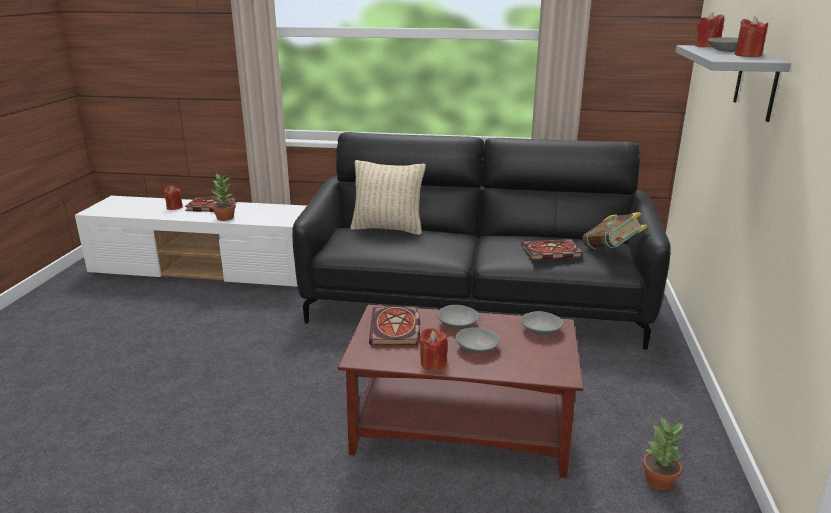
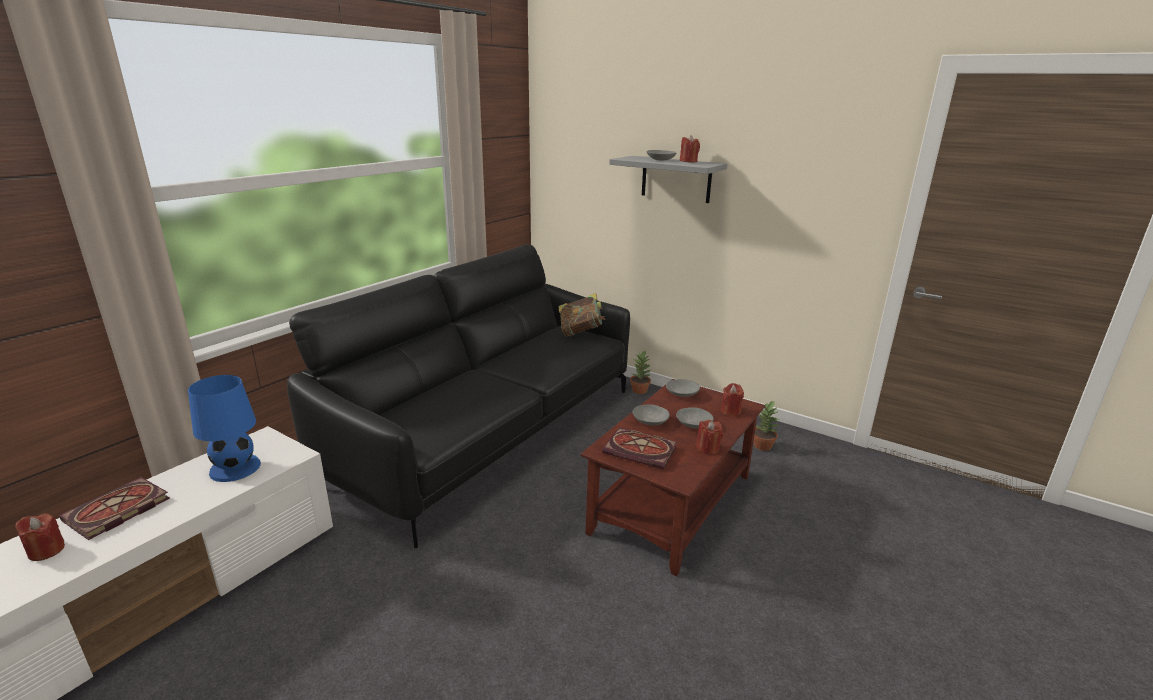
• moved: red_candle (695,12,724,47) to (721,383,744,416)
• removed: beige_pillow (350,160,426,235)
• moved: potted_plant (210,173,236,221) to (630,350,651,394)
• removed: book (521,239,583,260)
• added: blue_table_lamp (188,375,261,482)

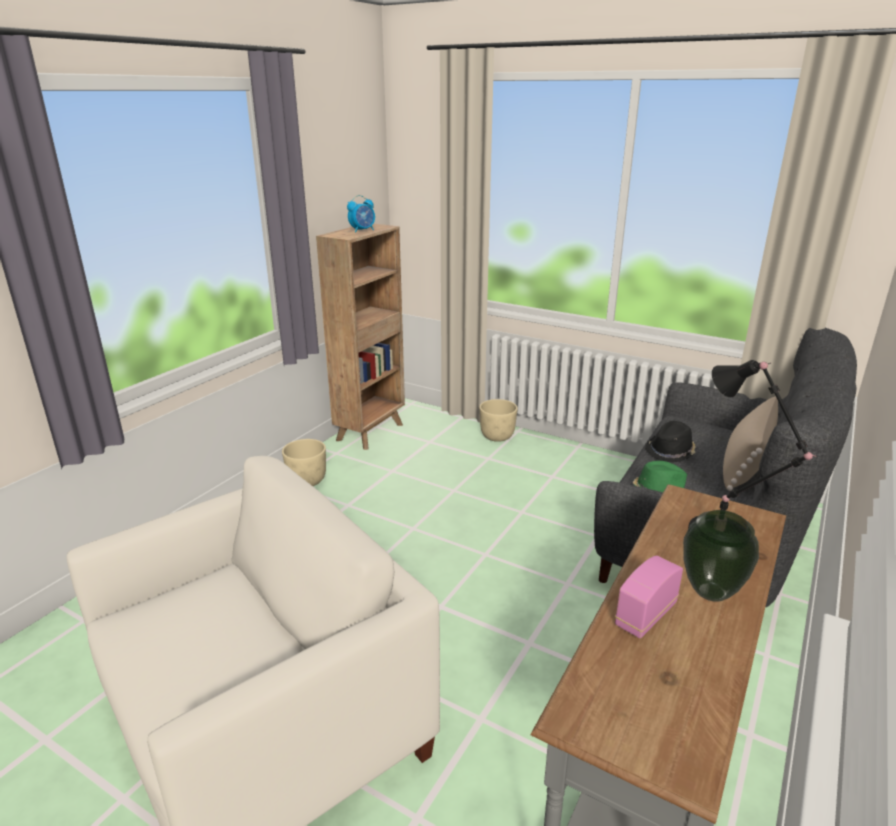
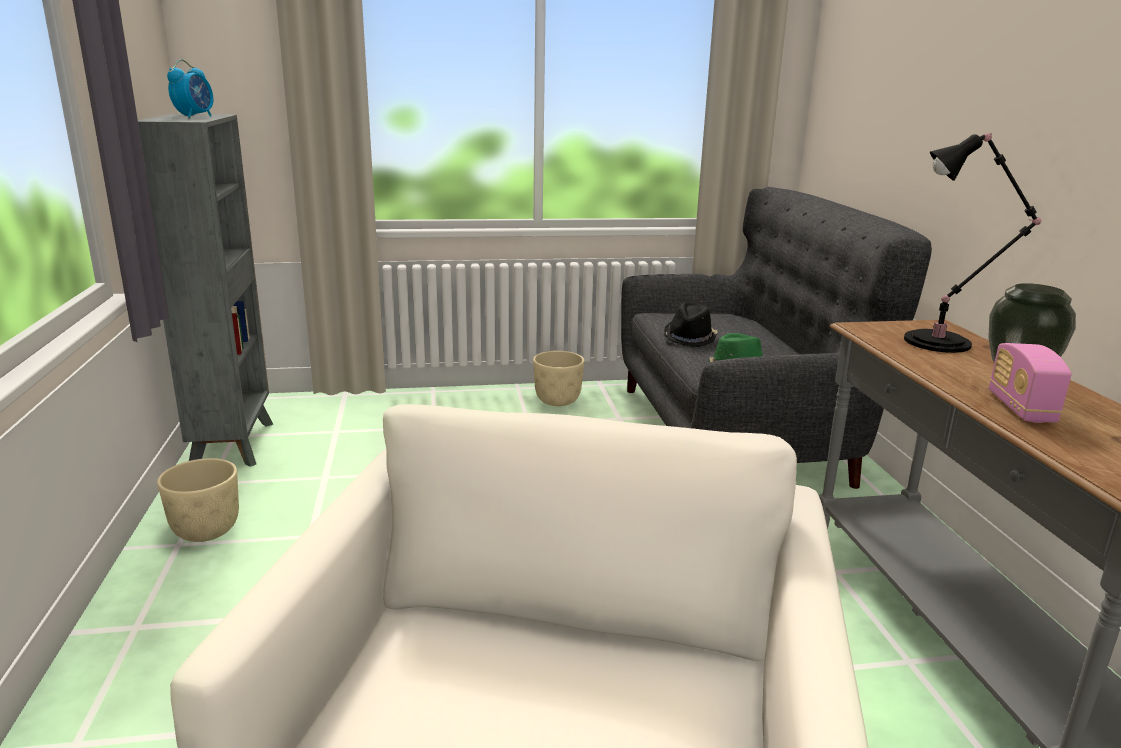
• recoloured: brown_bookcase (316,224,405,450) to grey_bookcase (138,114,273,467)
• removed: beige_pillow (723,396,778,491)
• moved: beige_planter (479,399,518,442) to (533,351,584,406)

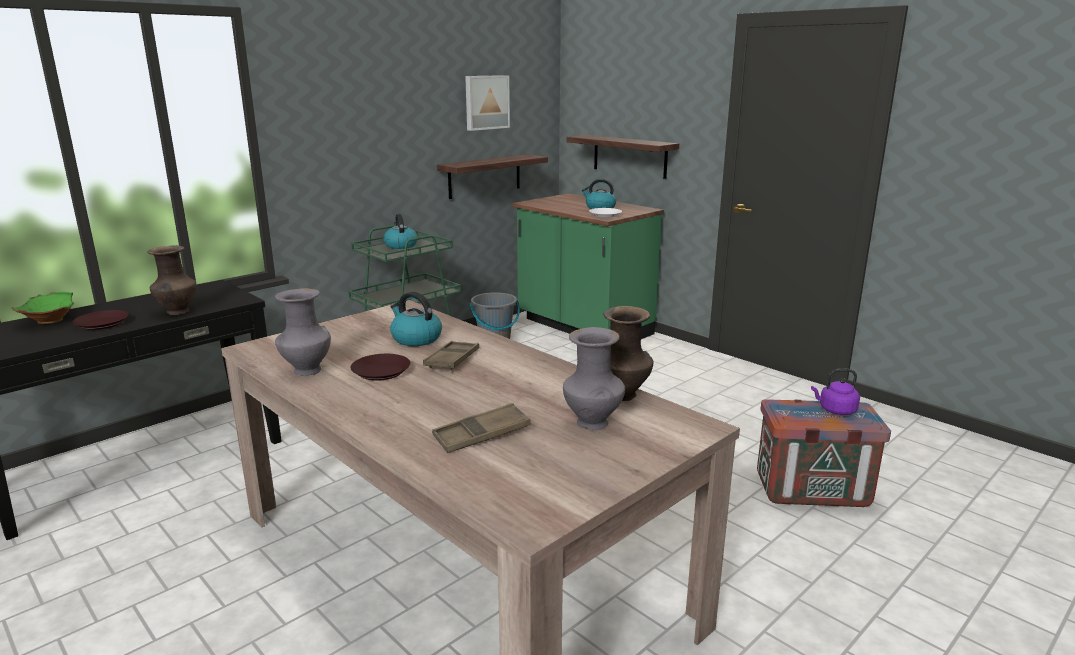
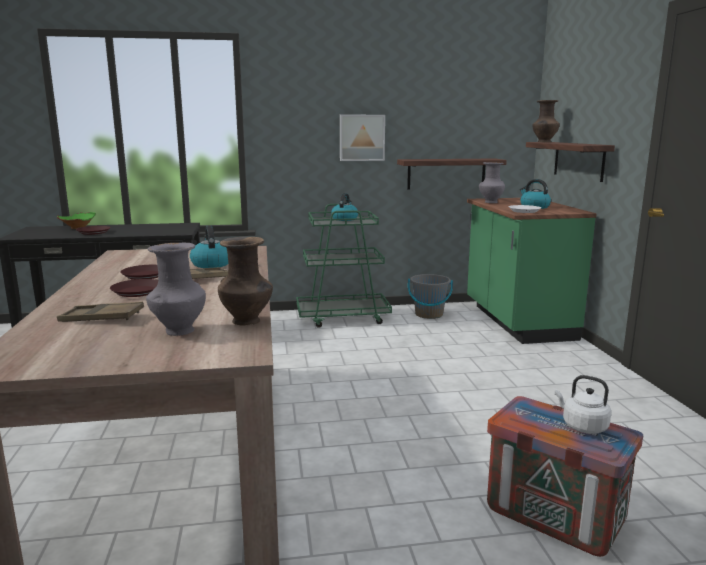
• moved: picture (465,75,510,131) to (340,115,385,161)
• moved: brown_vase (147,245,197,315) to (532,100,560,142)
• moved: grey_vase (275,288,331,376) to (479,162,505,203)
• recoloured: purple_kettle (811,369,860,415) to white_kettle (555,375,611,434)
• added: brown_plate (110,279,158,297)

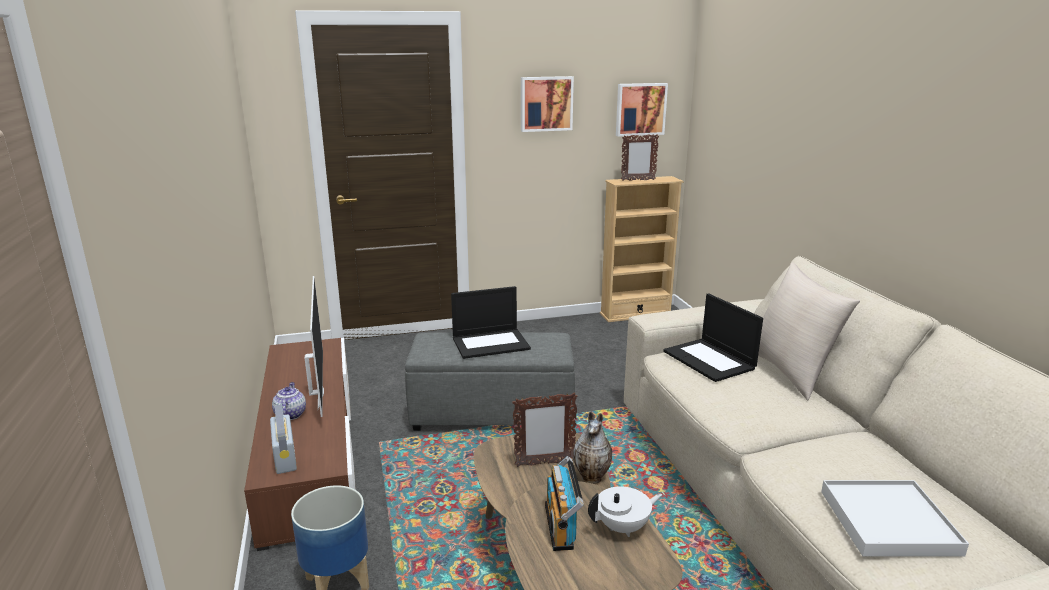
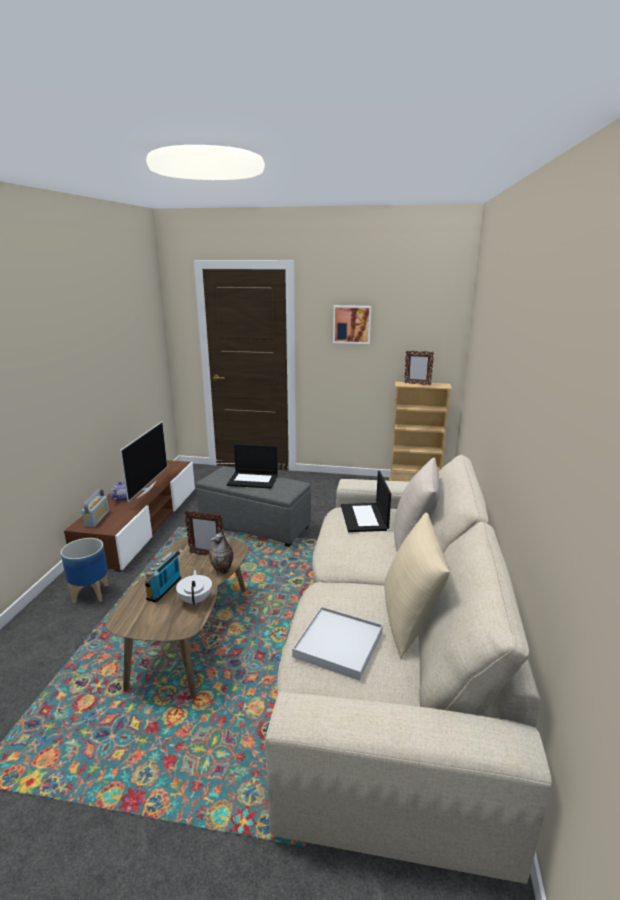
• removed: picture (616,83,668,137)
• turned: white_teapot (588,486,662,537) = (176,570,212,606) 105 degrees counterclockwise
• added: beige_pillow (384,513,450,658)

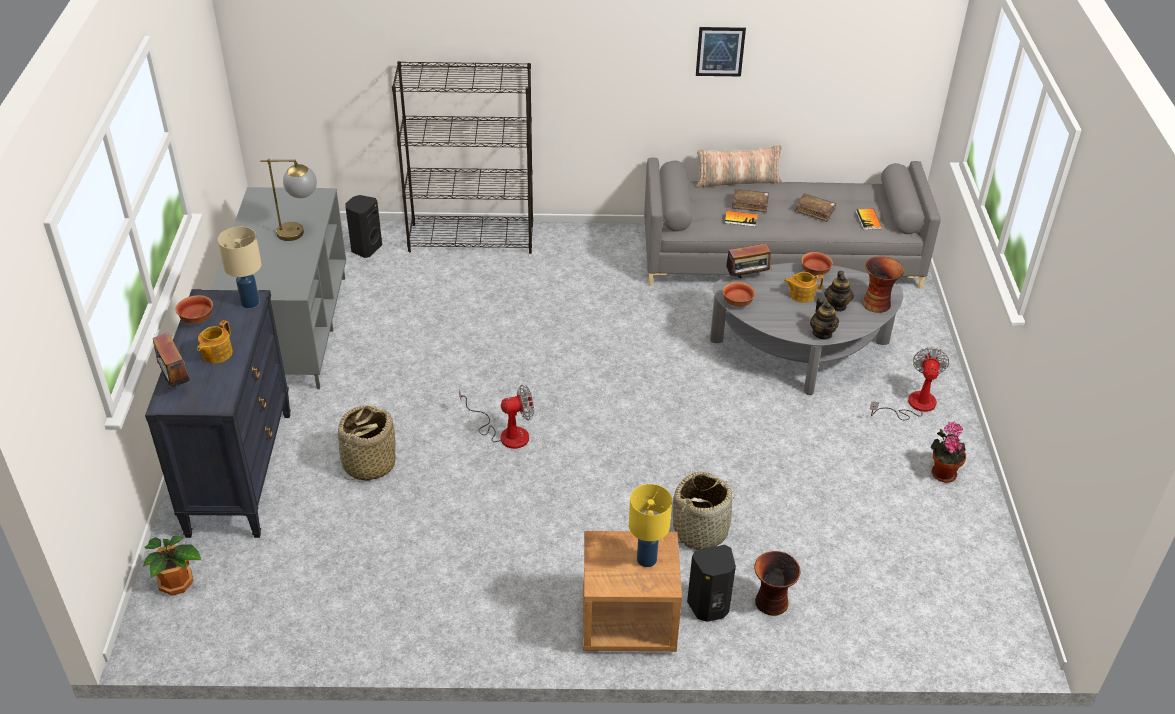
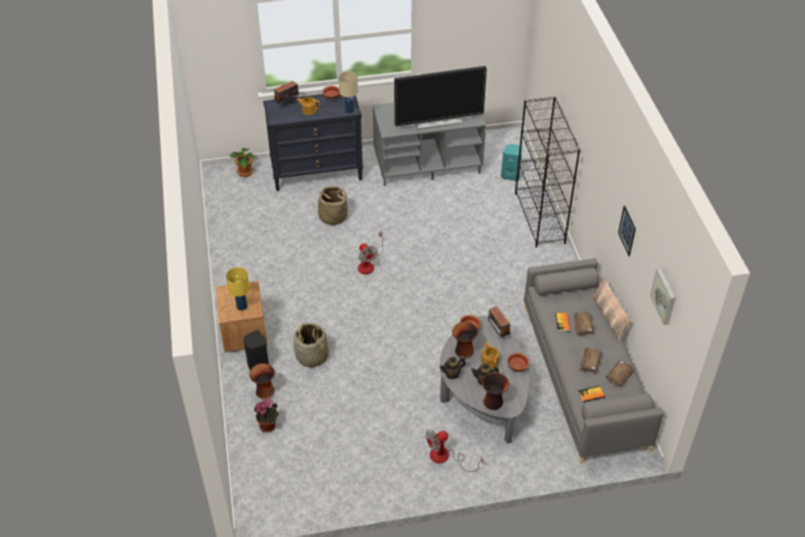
• replaced: table_lamp (260,159,317,241) to television (394,66,487,130)
• recoloured: black_speaker (346,195,382,258) to turquoise_speaker (501,144,522,181)
• turned: fan (870,347,949,420) = (426,430,484,472) 150 degrees clockwise
• moved: potted_plant (931,422,966,483) to (254,398,279,432)
• added: picture (650,268,676,325)
• added: vase (452,322,478,358)
• added: brown_book (606,360,634,388)

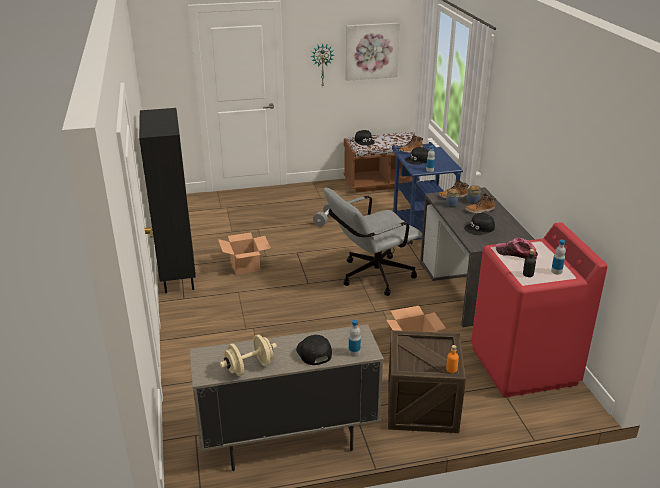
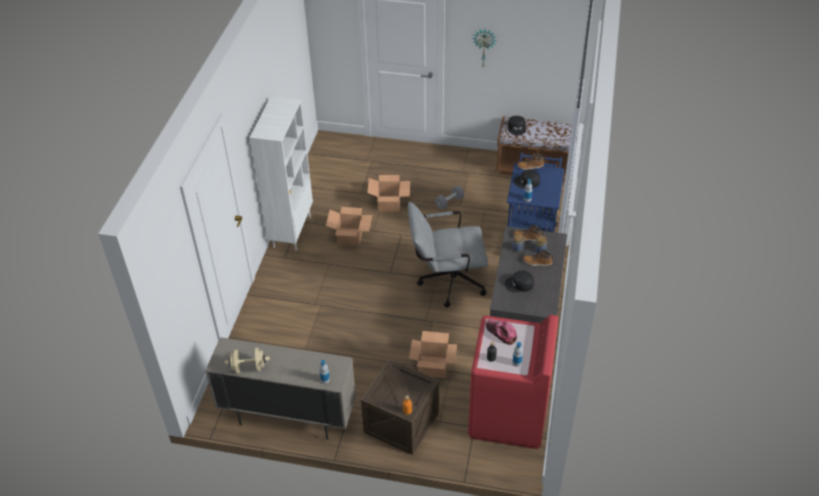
• removed: picture (346,23,400,81)
• recoloured: black_bookcase (139,108,196,293) to white_bookcase (250,97,313,251)
• removed: black_cap (296,335,332,365)
• added: cardboard_box (367,175,410,212)

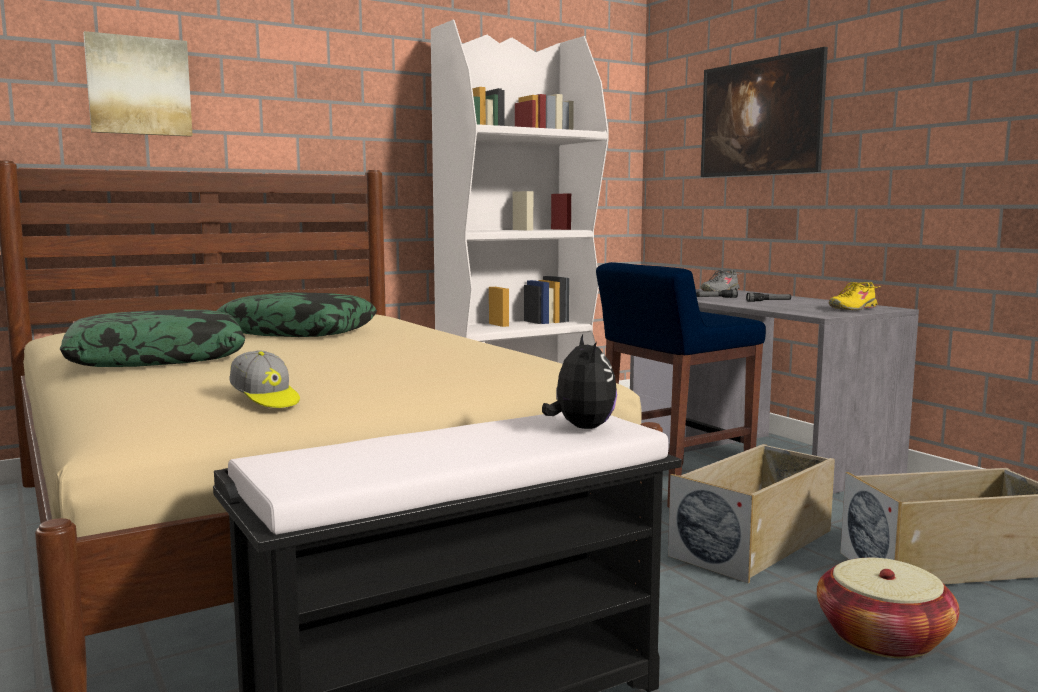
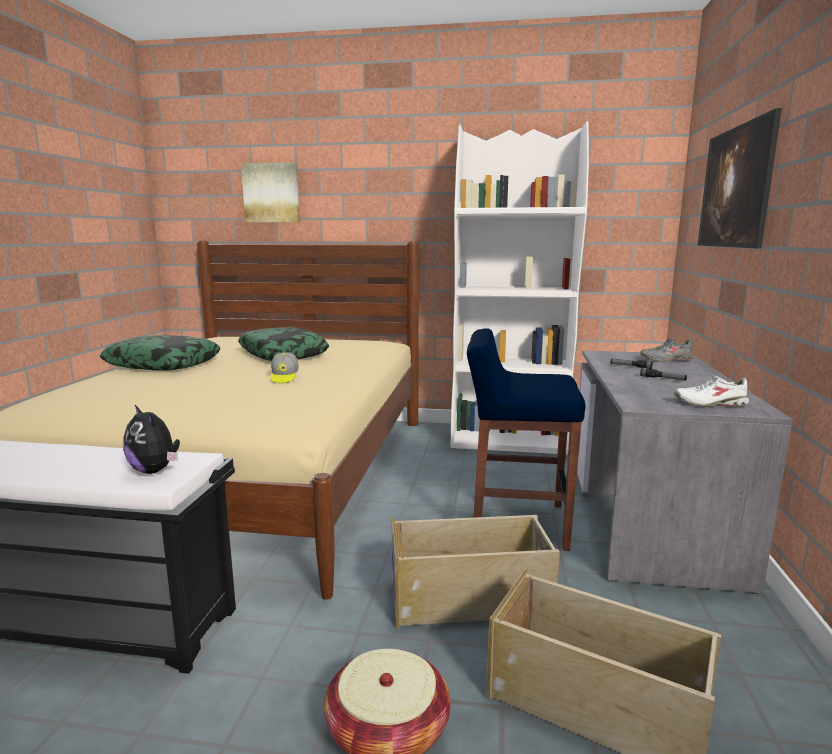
• recoloured: yellow_shoe (829,282,881,310) to white_shoe (674,376,749,407)
• turned: plush_toy (542,334,617,429) = (123,405,180,474) 105 degrees clockwise
• moved: cap (230,351,300,408) to (270,353,299,383)

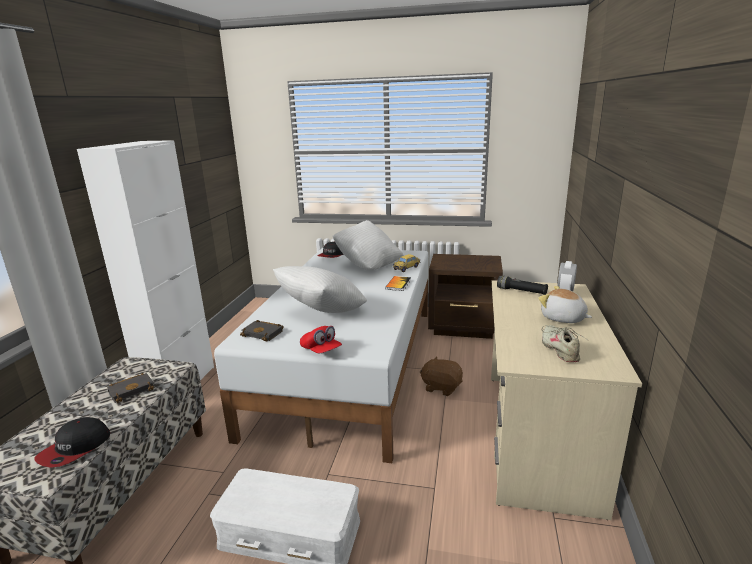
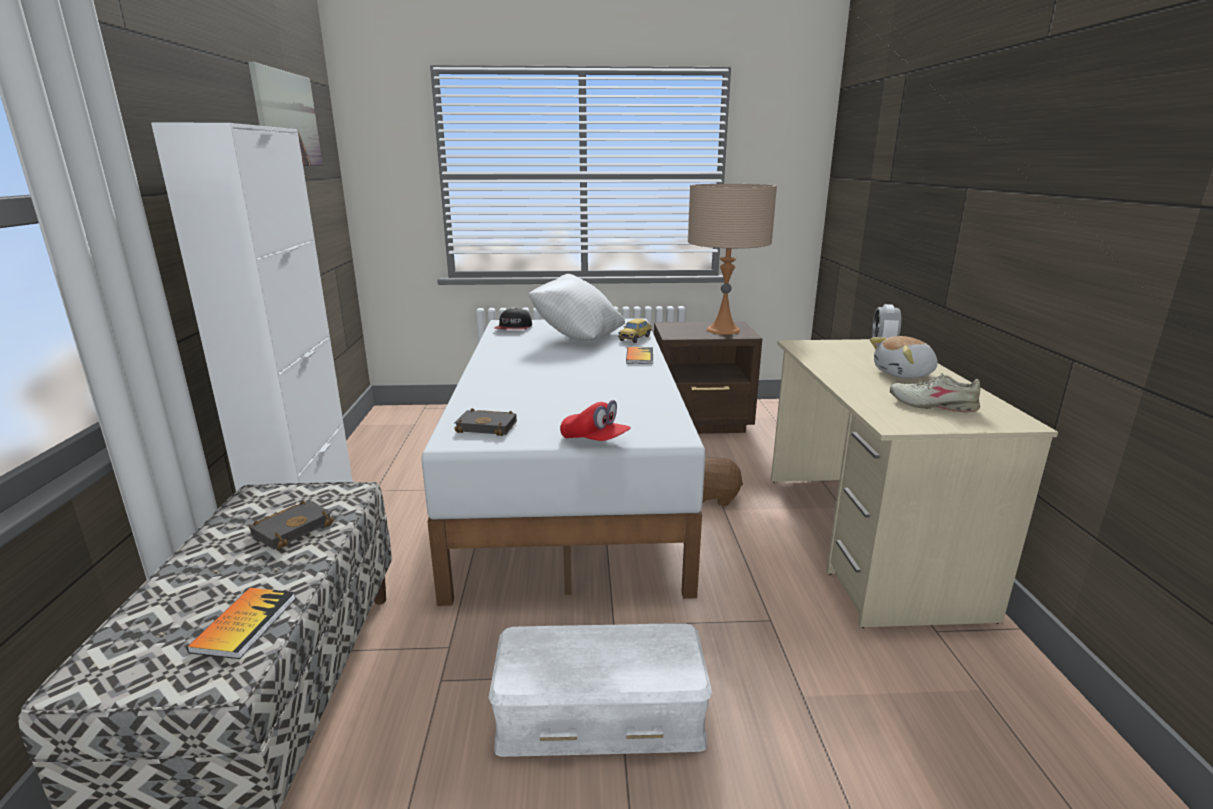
• removed: white_pillow (273,266,367,313)
• removed: black_flashlight (497,276,548,295)
• turned: plush_toy (538,286,592,323) = (870,336,938,378) 45 degrees counterclockwise
• turned: beige_shoe (541,325,586,362) = (890,373,980,412) 45 degrees counterclockwise
• replaced: cap (34,417,110,468) to book (187,588,296,659)
• added: picture (248,62,323,166)
• added: beige_table_lamp (688,184,777,335)

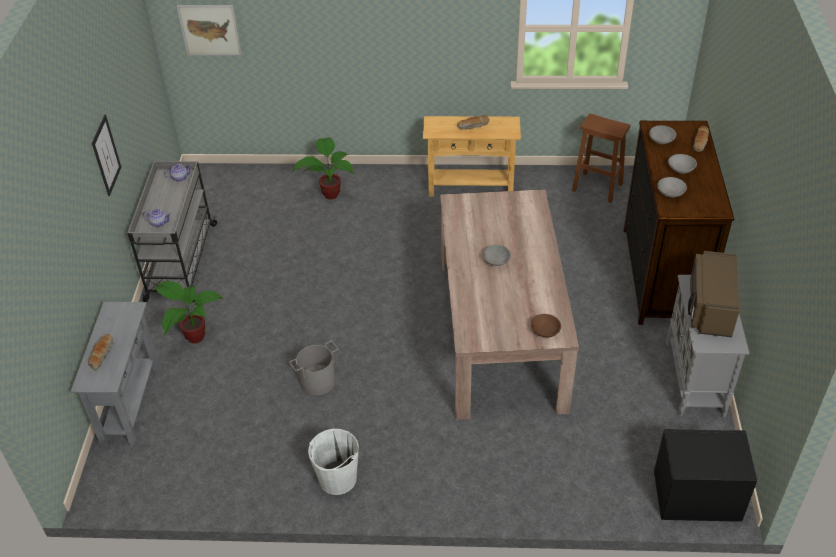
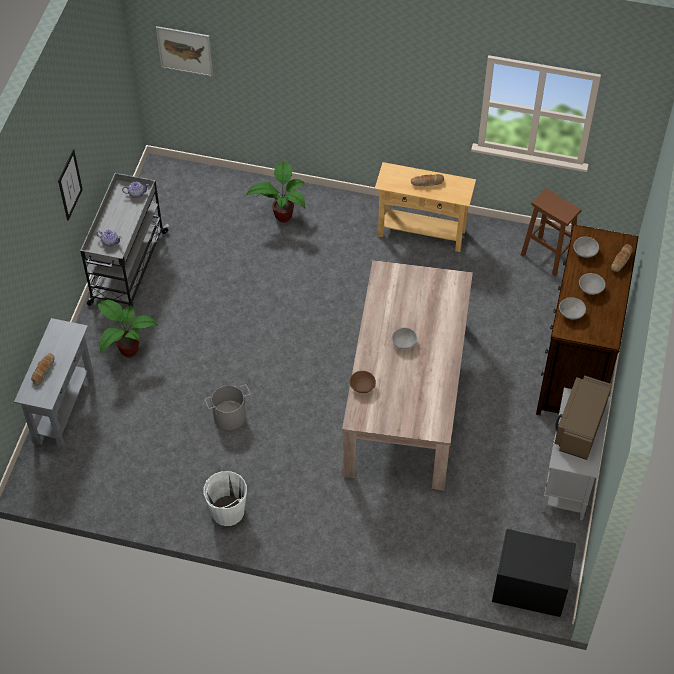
• moved: brown_bowl (531,314,561,337) to (350,371,376,393)

